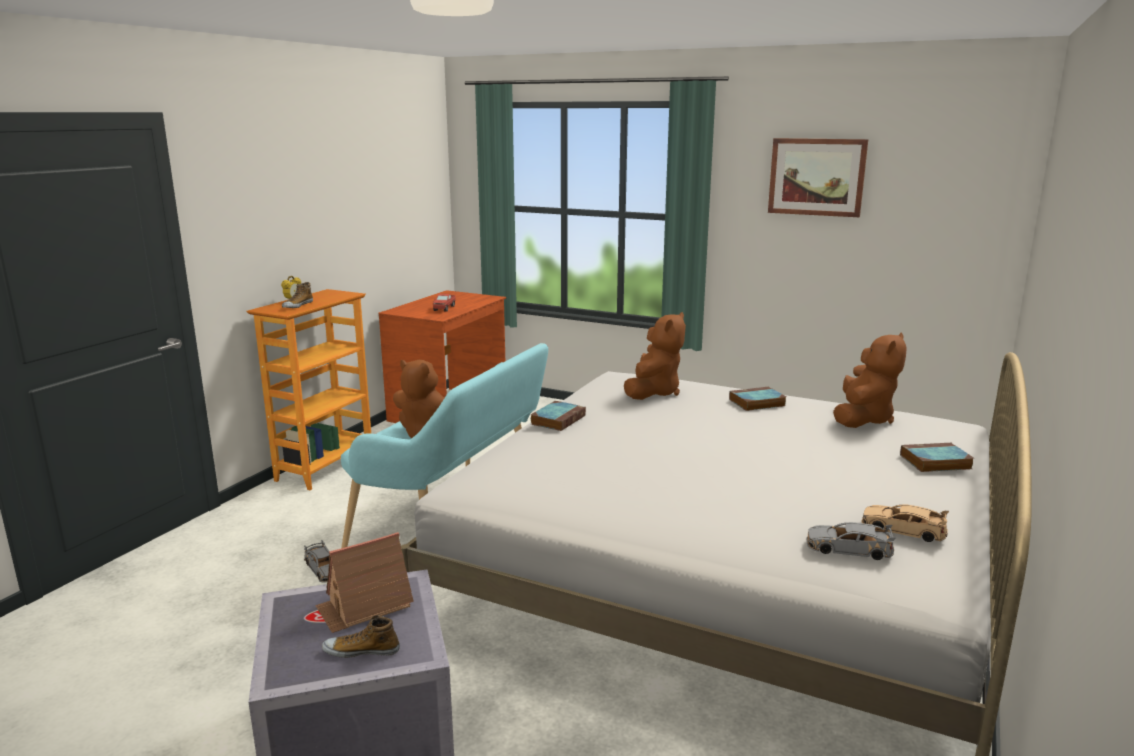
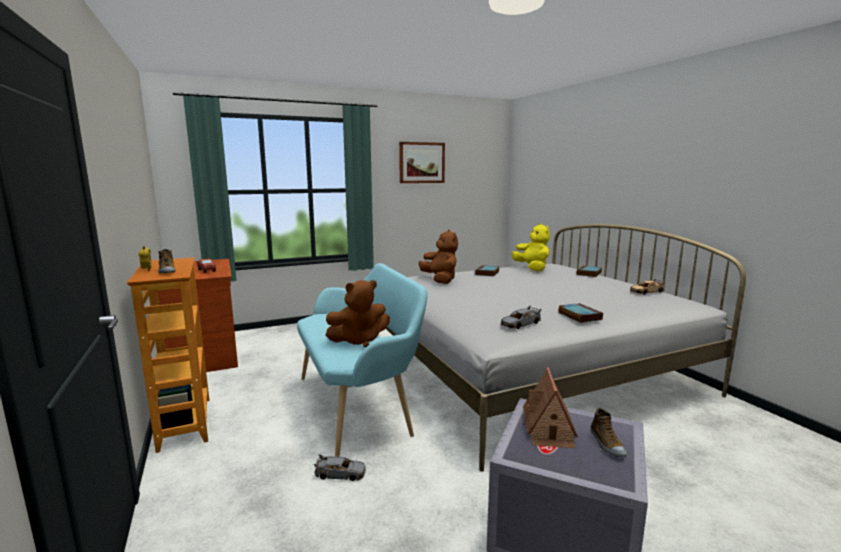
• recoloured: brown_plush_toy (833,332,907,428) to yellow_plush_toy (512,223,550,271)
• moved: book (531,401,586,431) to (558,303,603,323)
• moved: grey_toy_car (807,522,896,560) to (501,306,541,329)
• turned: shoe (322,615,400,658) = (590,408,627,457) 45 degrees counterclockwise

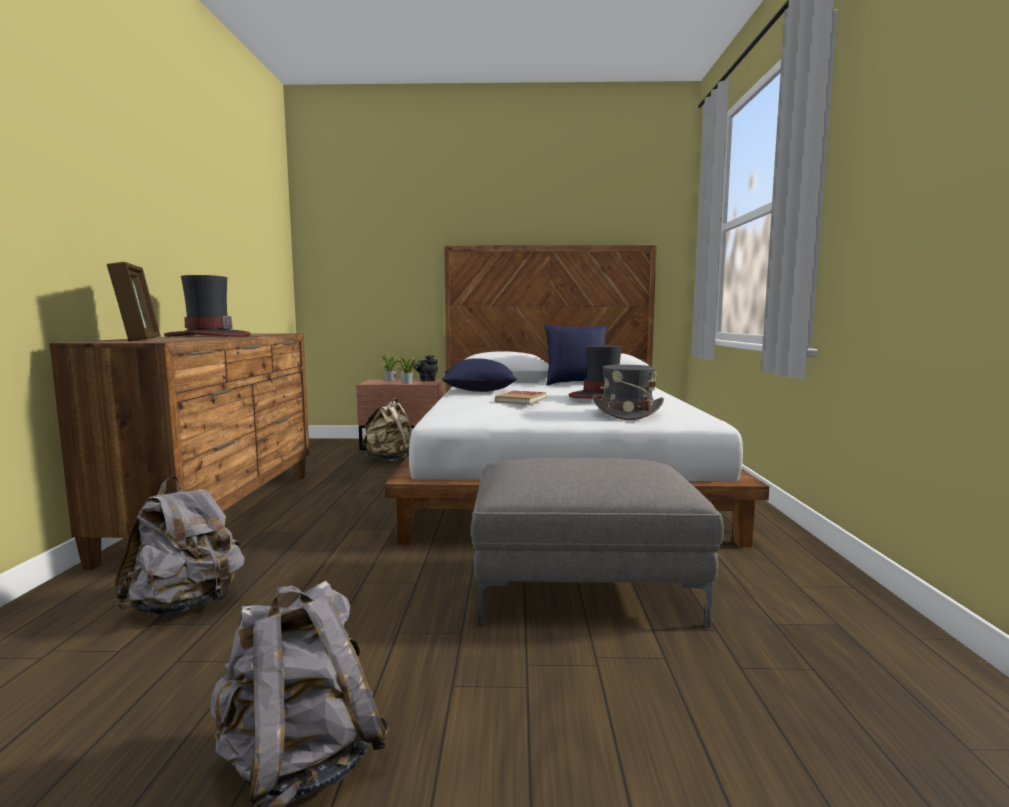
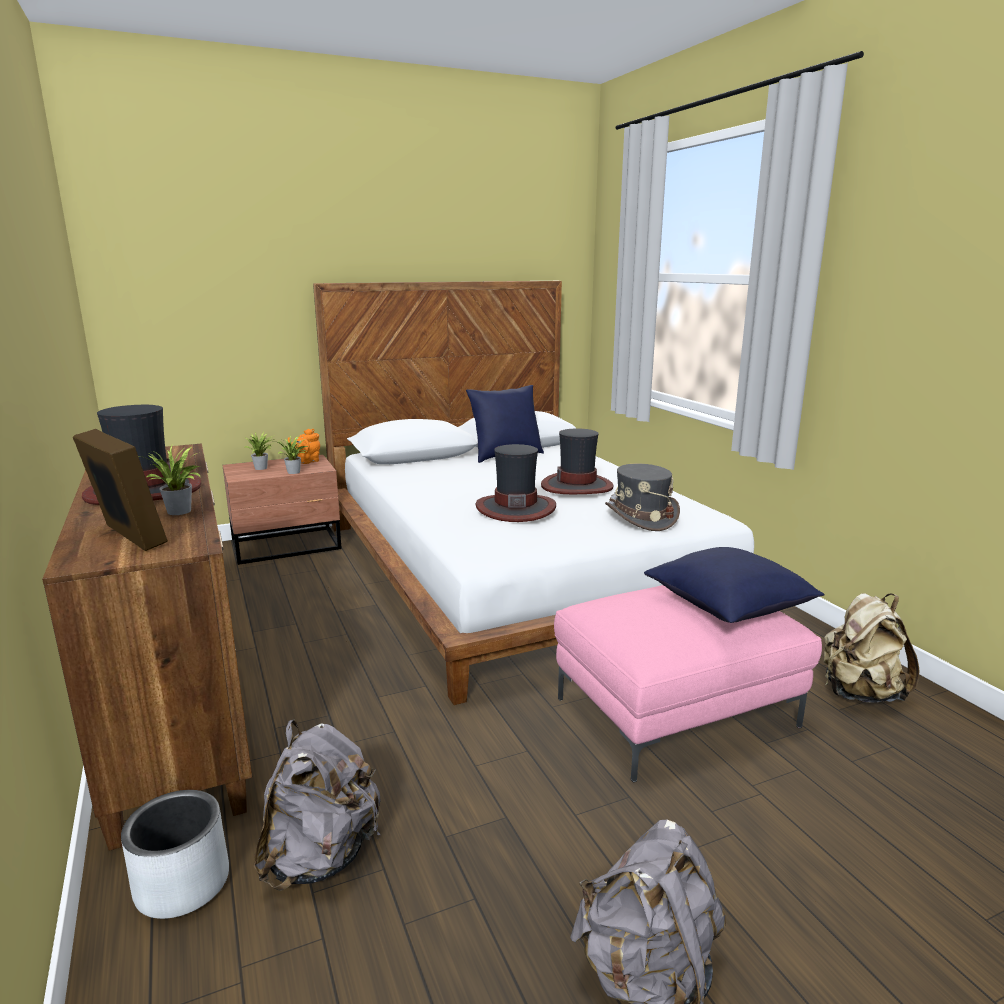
• recoloured: black_teapot (411,355,438,381) to orange_teapot (288,429,320,464)
• moved: blue_pillow (442,358,517,392) to (644,547,824,623)
• replaced: book (495,390,546,405) to hat (475,444,556,522)
• moved: beige_backpack (361,398,412,462) to (824,593,920,703)
• recoloured: grey_ottoman (471,458,724,627) to pink_ottoman (554,585,822,783)
• added: potted_plant (139,445,200,515)
• added: grey_planter (121,790,229,919)

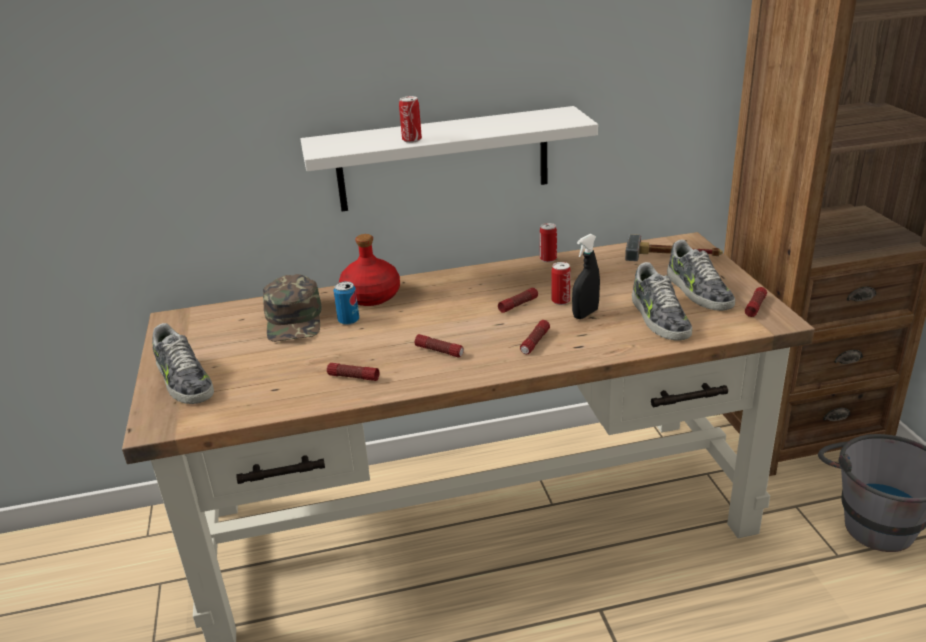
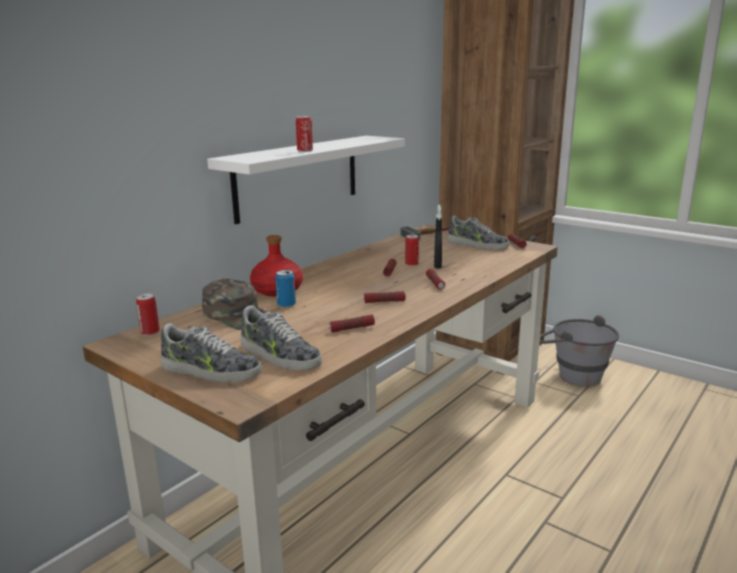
• moved: can (540,223,557,262) to (136,294,160,336)
• moved: shoe (632,262,692,341) to (241,305,322,370)

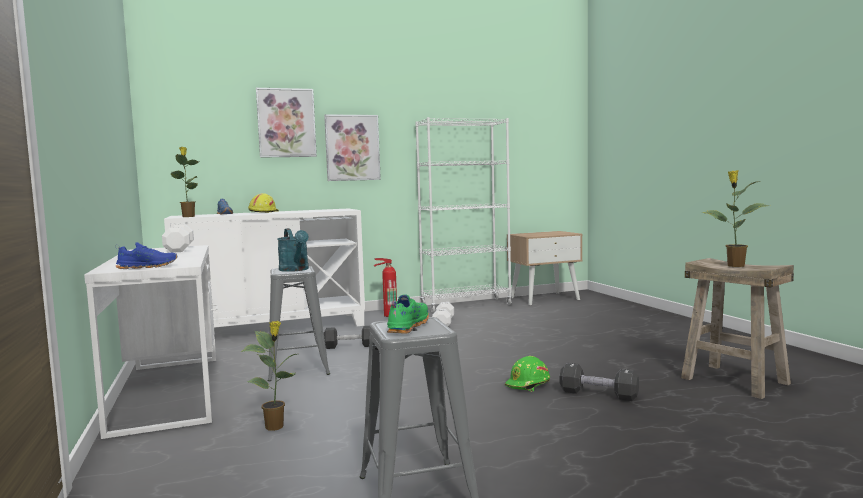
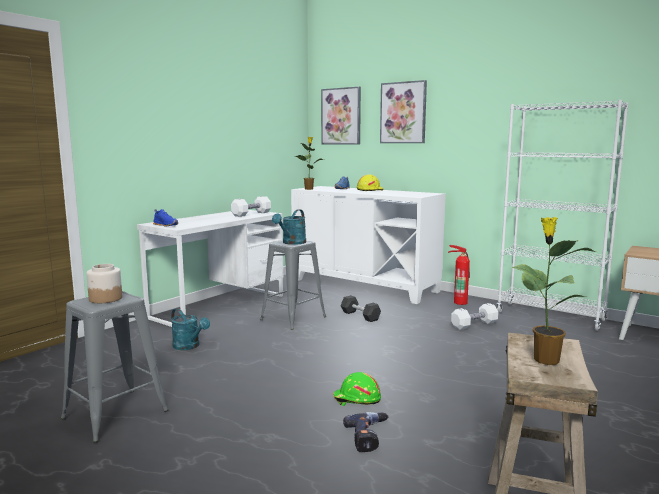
• moved: picture (324,114,381,181) to (321,87,361,145)
• replaced: green_shoe (387,294,429,334) to jar (86,264,122,303)
• replaced: potted_plant (241,321,297,431) to turquoise_watering_can (171,308,210,350)
• replaced: black_dumbbell (560,363,639,401) to power_drill (343,412,389,452)

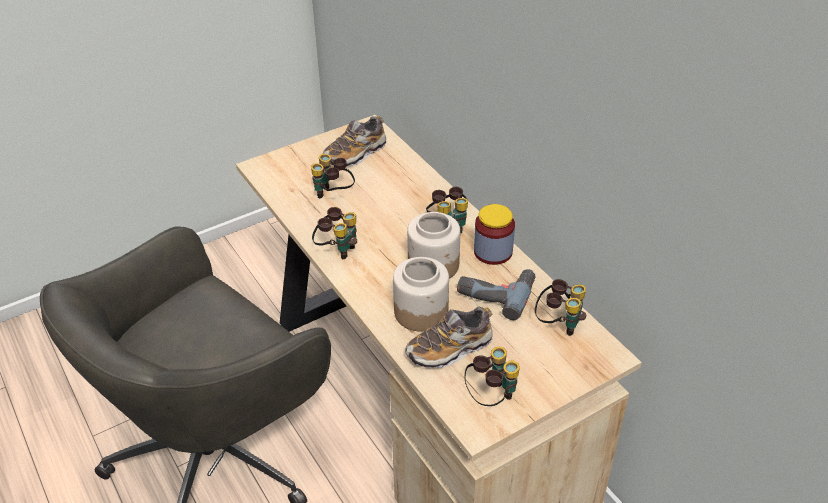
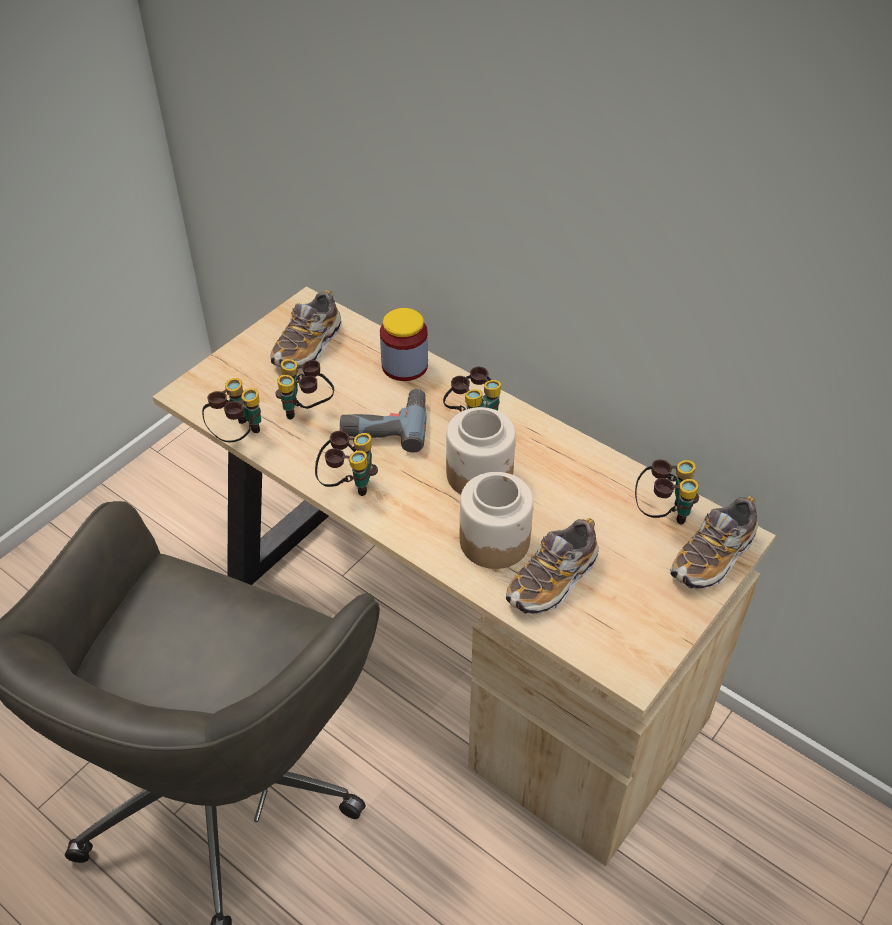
• moved: jar (474,204,515,265) to (380,308,428,381)
• moved: power_drill (457,269,535,320) to (340,388,427,453)
• moved: binoculars (465,347,520,406) to (202,378,261,442)
• added: shoe (669,496,758,589)

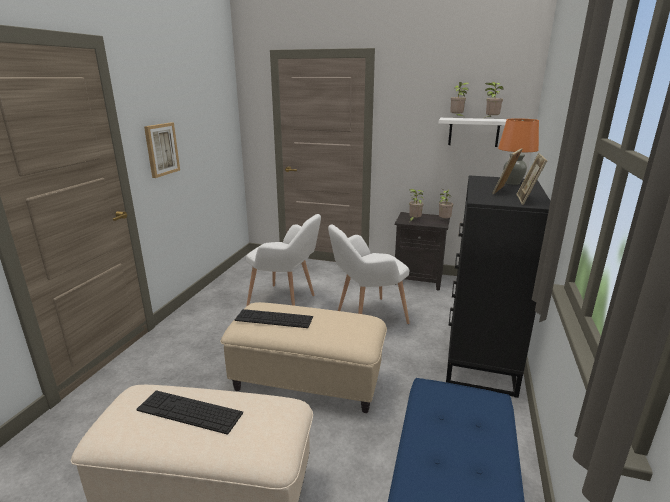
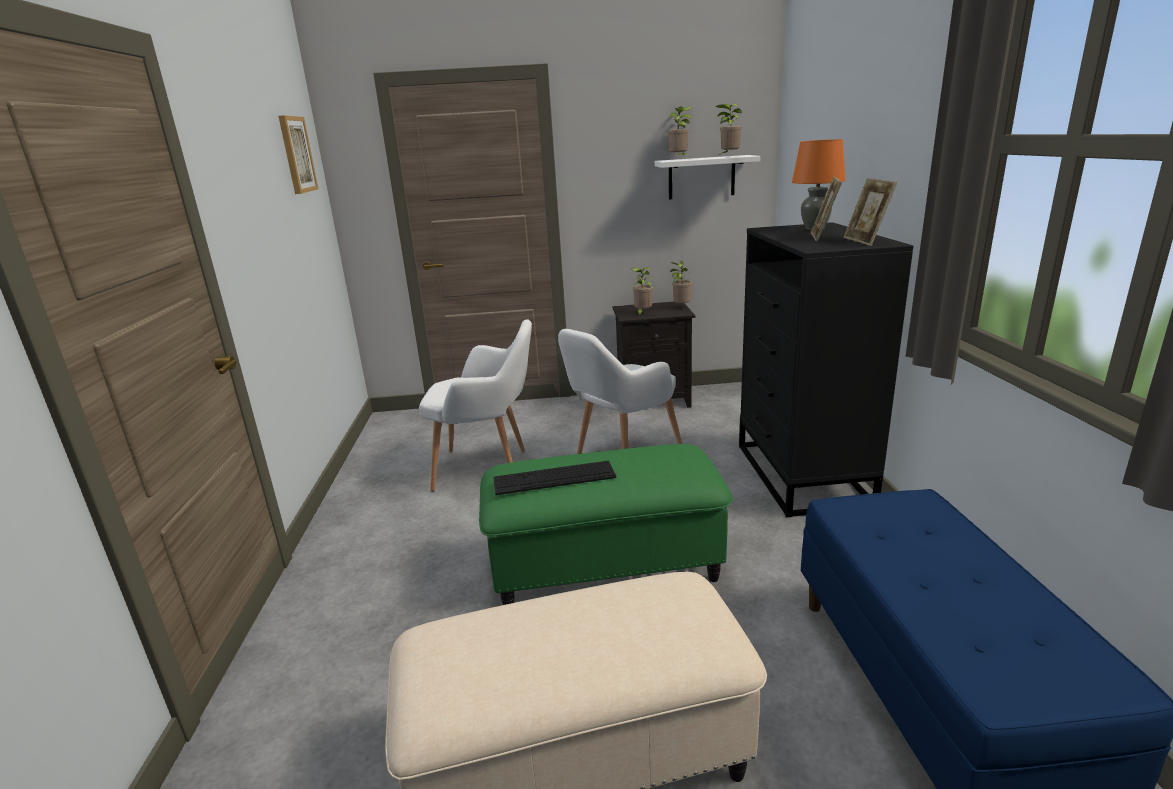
• moved: picture (144,123,180,178) to (279,115,319,194)
• recoloured: beige_ottoman (220,302,387,413) to green_ottoman (479,444,733,605)
• removed: keyboard (137,390,243,435)

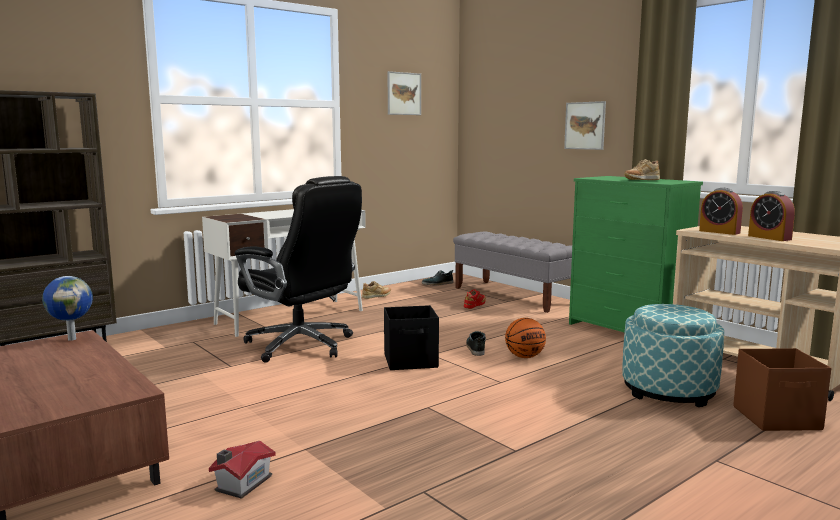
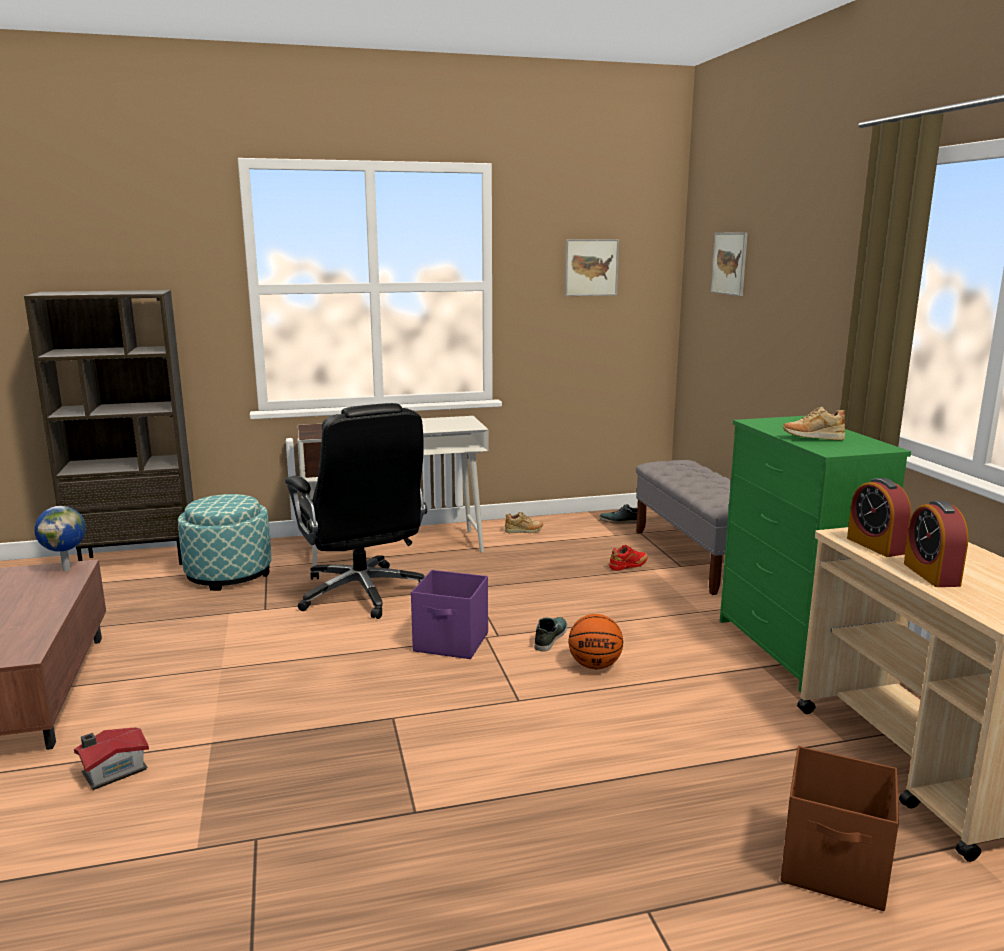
• moved: picture (564,101,606,150) to (711,232,748,296)
• moved: ottoman (622,304,724,407) to (178,494,271,591)
• recoloured: black_storage_box (384,305,439,370) to purple_storage_box (411,570,488,659)

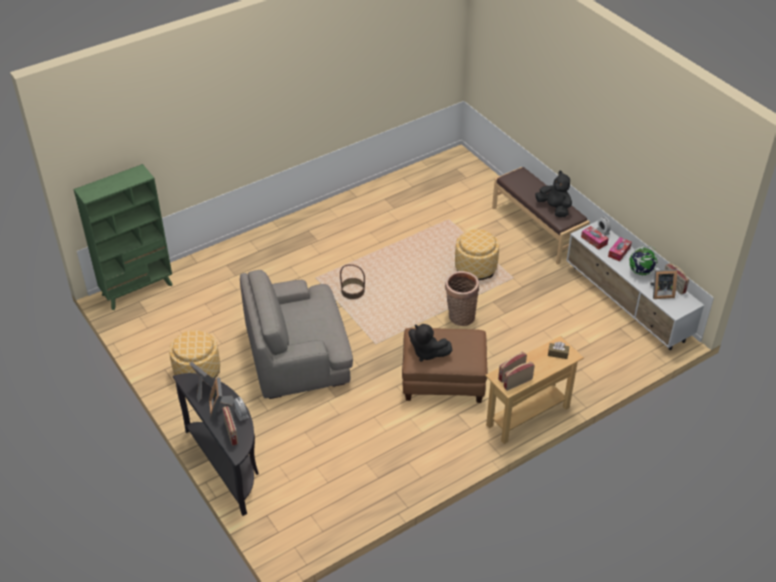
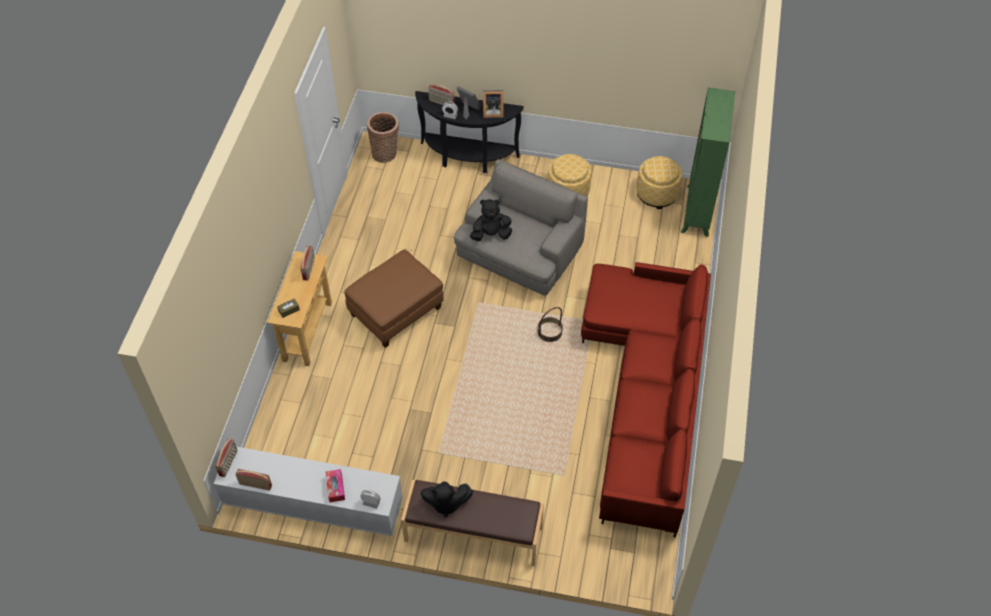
• removed: tissue_box (581,226,609,250)
• moved: ottoman (455,229,499,280) to (637,156,682,209)
• removed: globe (629,246,658,275)
• removed: picture_frame (650,269,677,299)
• moved: basket (445,271,479,326) to (367,112,399,163)
• moved: black_plush_toy (408,324,453,361) to (470,199,512,241)
• moved: radio (503,361,535,391) to (215,439,237,477)
• added: red_sofa (581,262,711,538)

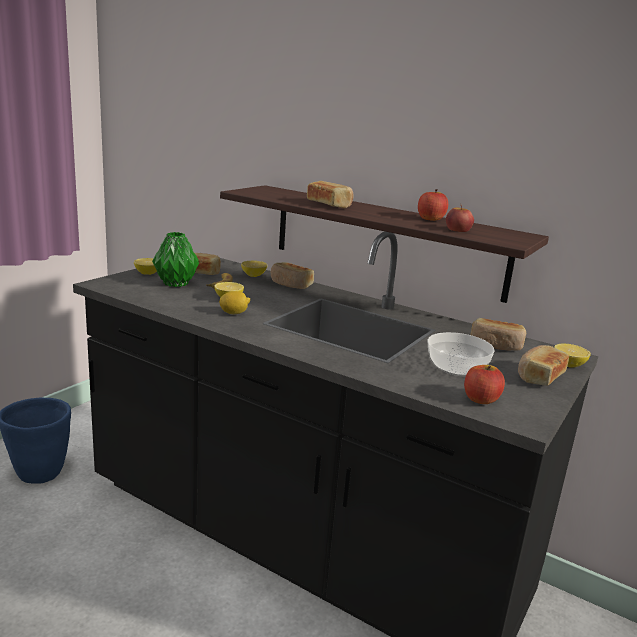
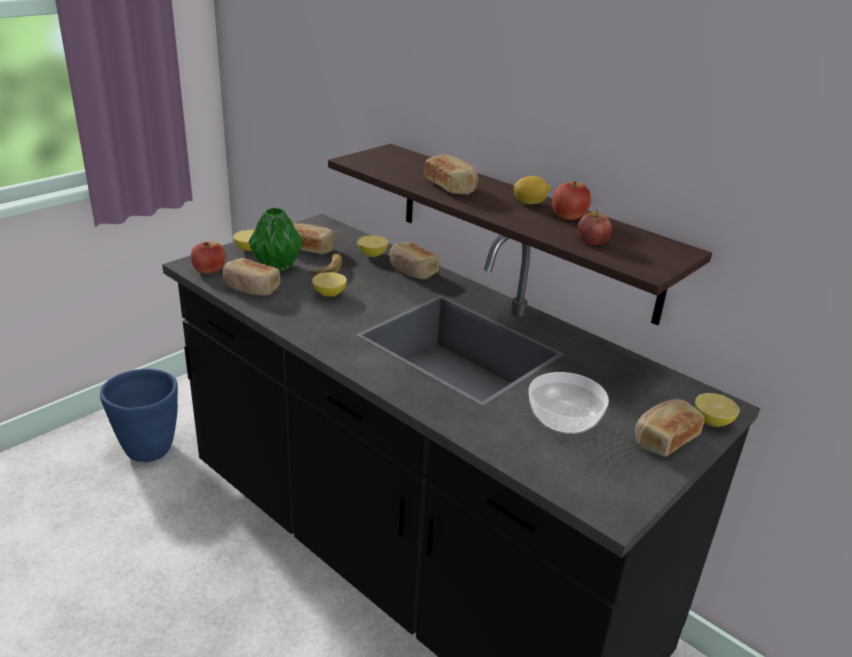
• moved: lemon (219,291,250,314) to (513,176,551,204)
• moved: bread (470,318,526,350) to (223,258,280,296)
• moved: apple (464,365,505,404) to (191,242,226,274)

